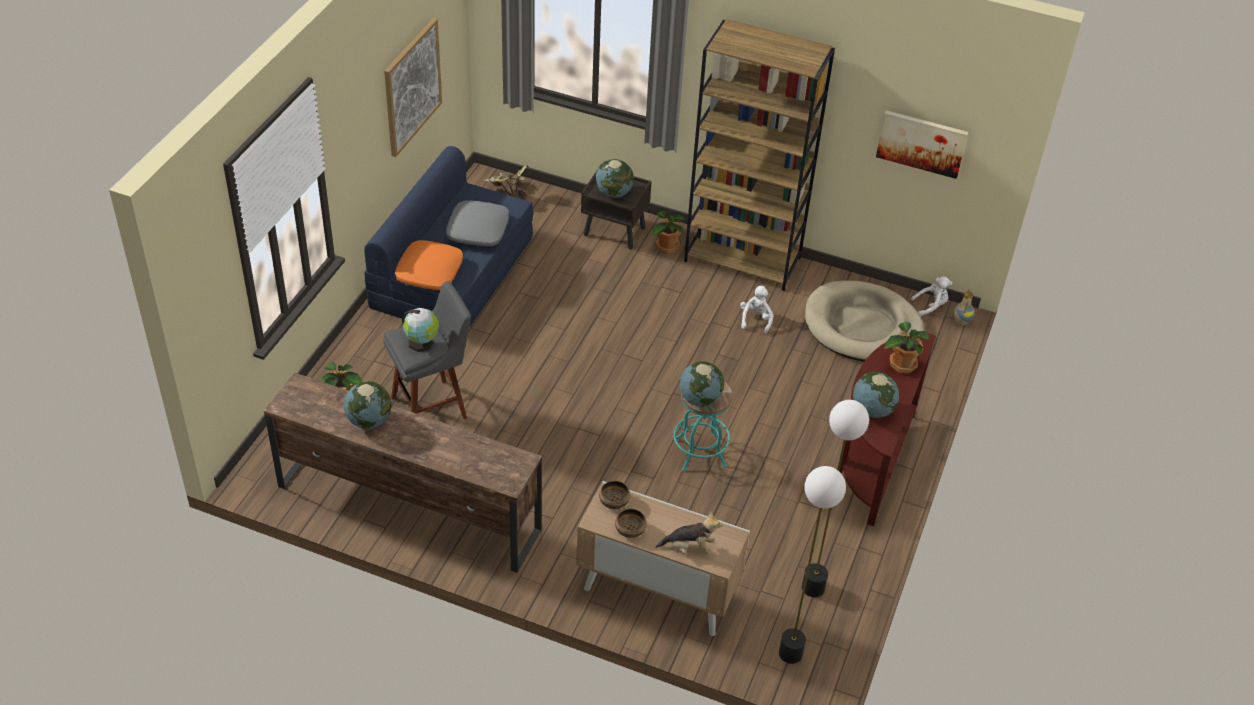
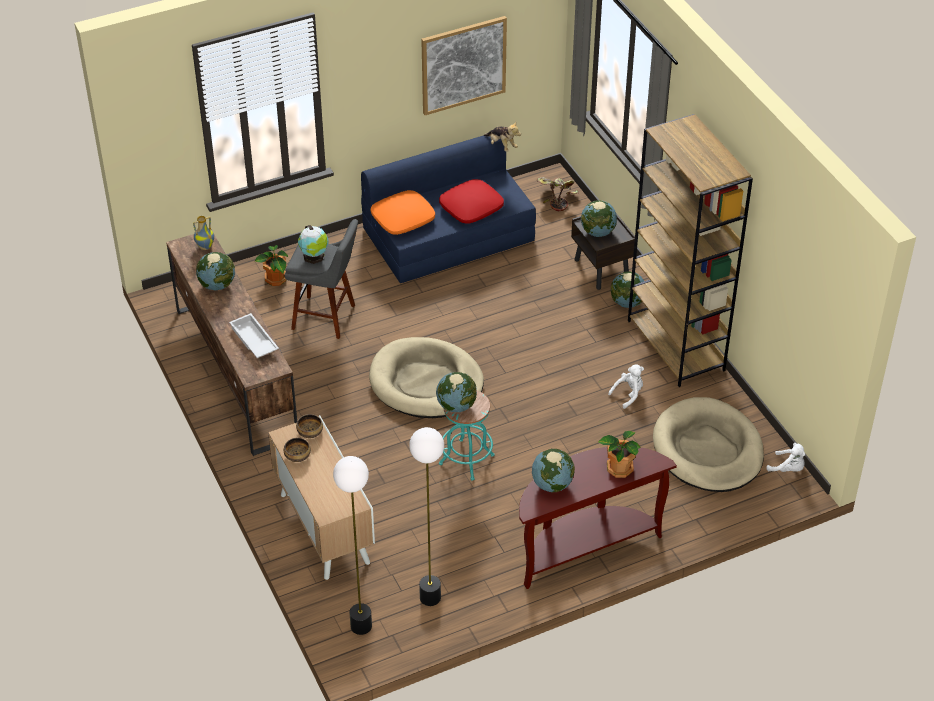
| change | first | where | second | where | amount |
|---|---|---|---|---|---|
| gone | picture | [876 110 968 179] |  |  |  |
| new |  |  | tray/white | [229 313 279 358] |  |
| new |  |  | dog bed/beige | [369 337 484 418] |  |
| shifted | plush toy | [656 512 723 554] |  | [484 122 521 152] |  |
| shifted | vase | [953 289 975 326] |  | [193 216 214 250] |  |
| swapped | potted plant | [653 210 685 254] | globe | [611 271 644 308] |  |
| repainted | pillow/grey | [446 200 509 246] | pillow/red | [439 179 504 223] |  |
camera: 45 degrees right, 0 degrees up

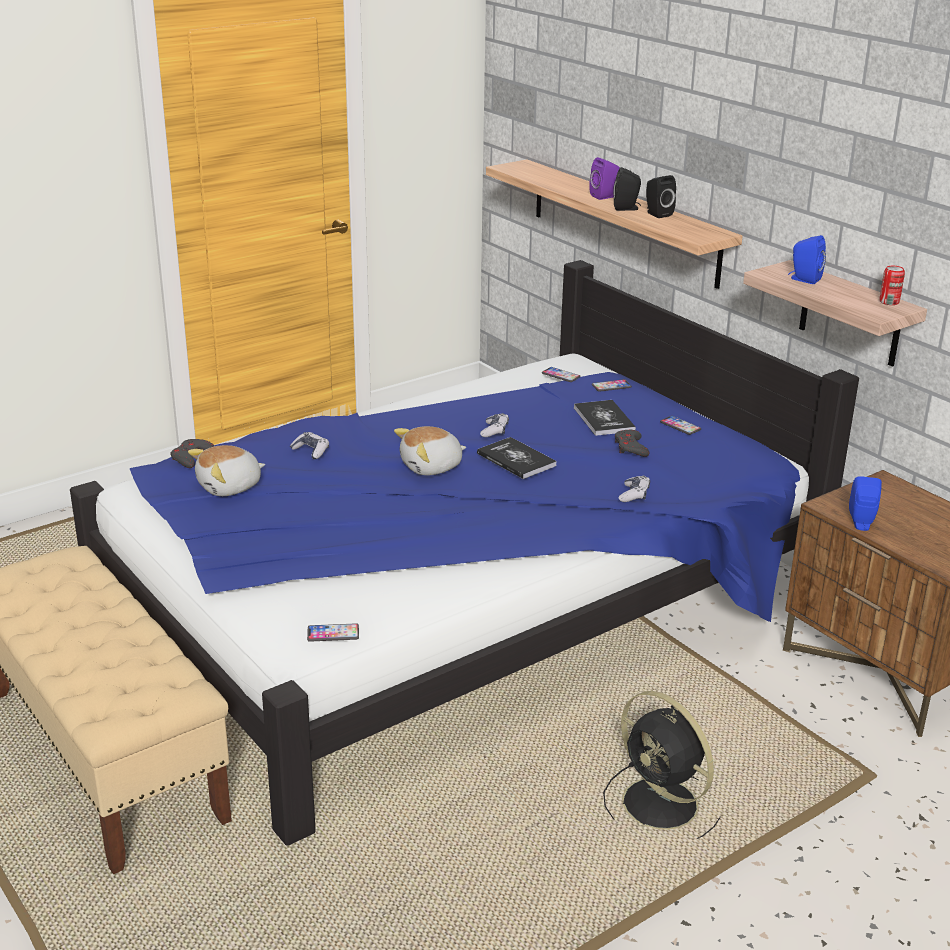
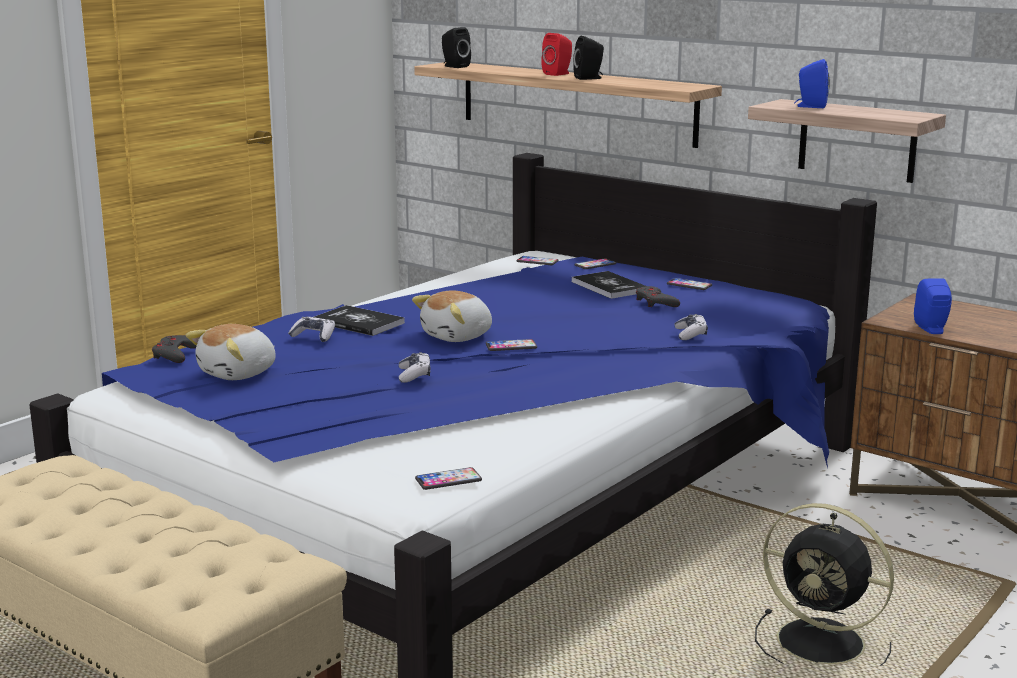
| change | first | where | second | where | amount |
|---|---|---|---|---|---|
| gone | can | [880 266 905 305] |  |  |  |
| new |  |  | phone | [486 339 537 351] |  |
| shifted | book | [477 437 557 479] |  | [314 305 405 336] |  |
| shifted | game controller | [480 413 509 437] |  | [399 352 431 383] |  |
| shifted | speaker/black | [646 175 676 218] |  | [442 27 471 68] |  |
| repainted | speaker/purple | [589 157 620 200] | speaker/red | [541 33 572 76] |  |
camera: 15 degrees left, 10 degrees down

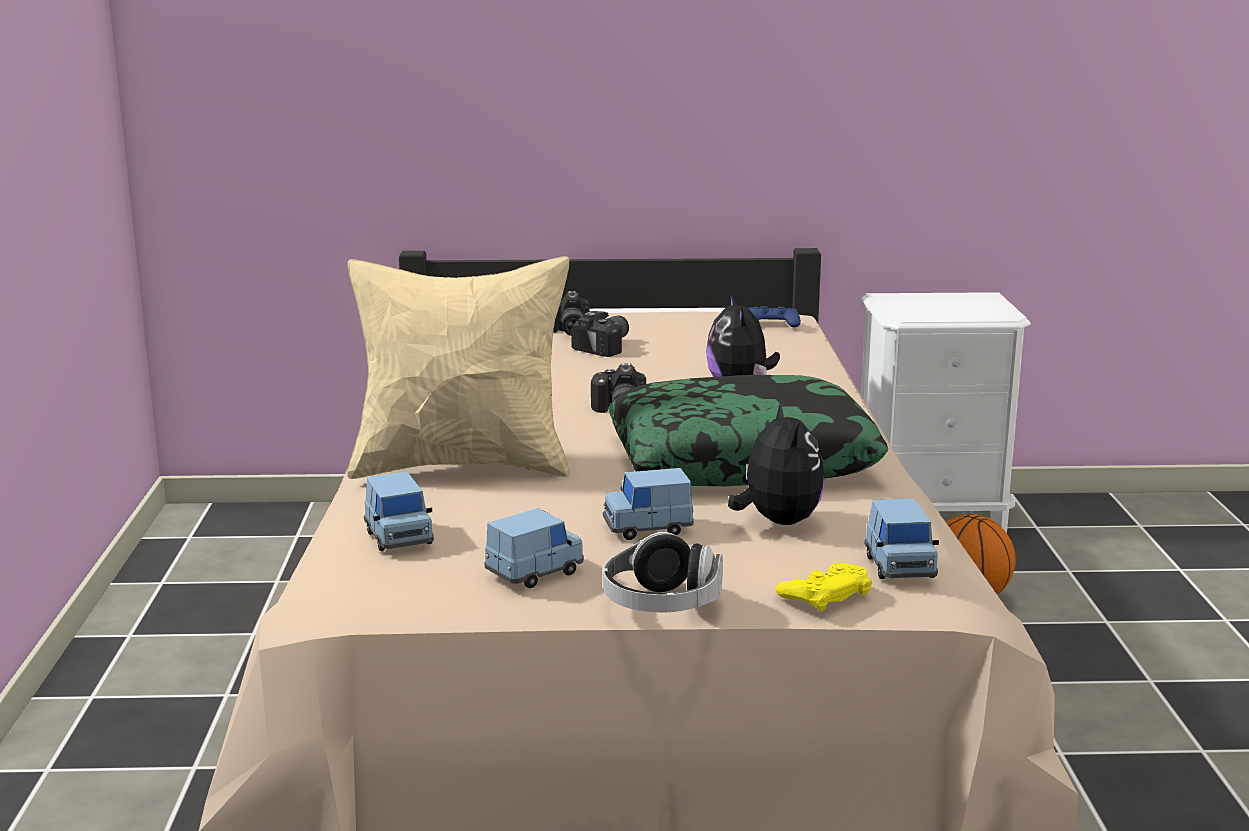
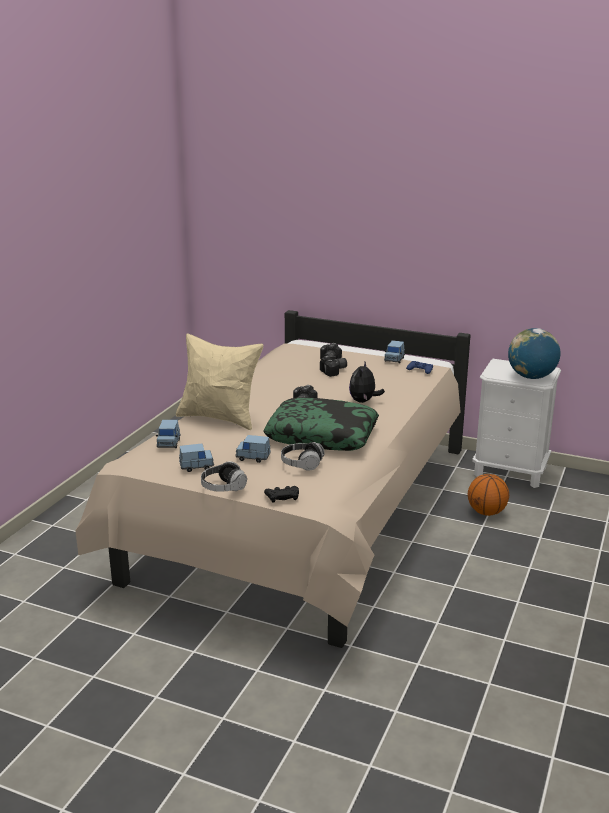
| change | first | where | second | where | amount |
|---|---|---|---|---|---|
| new |  |  | globe | [508 328 560 379] |  |
| shifted | toy car/blue | [864 499 939 579] |  | [384 340 405 363] |  |
| swapped | plush toy | [728 401 825 525] | headphones | [281 442 325 471] |  |
| repainted | game controller/yellow | [776 563 872 612] | game controller/black | [264 486 299 503] |  |
camera: 25 degrees right, 5 degrees up

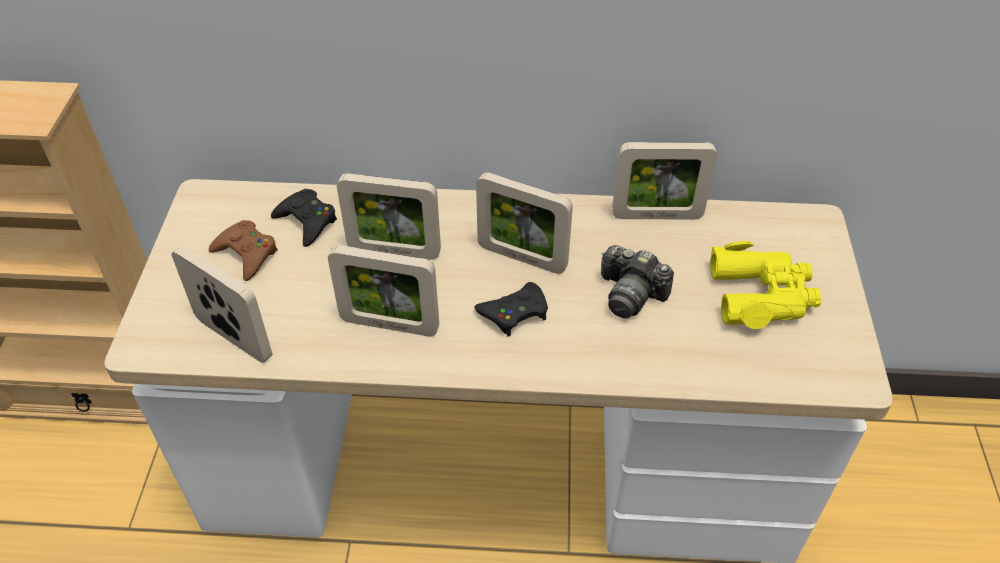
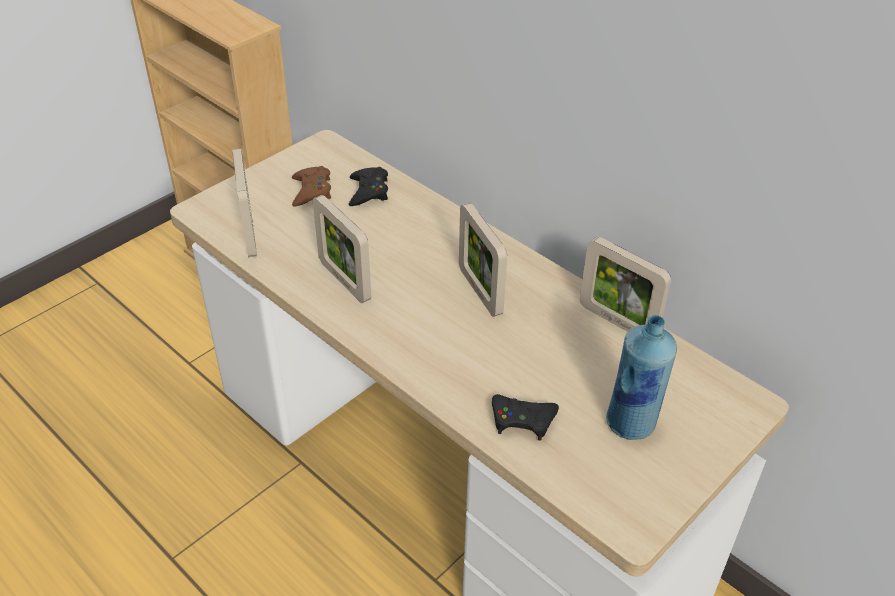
| change | first | where | second | where | amount |
|---|---|---|---|---|---|
| gone | picture frame | [337 173 441 260] |  |  |  |
| gone | photo camera | [601 245 674 318] |  |  |  |
| shifted | game controller/black | [474 282 548 336] |  | [492 394 559 441] |  |
| swapped | binoculars/yellow | [710 241 821 329] | bottle/blue | [606 315 677 440] |  |
camera: 40 degrees right, 5 degrees down

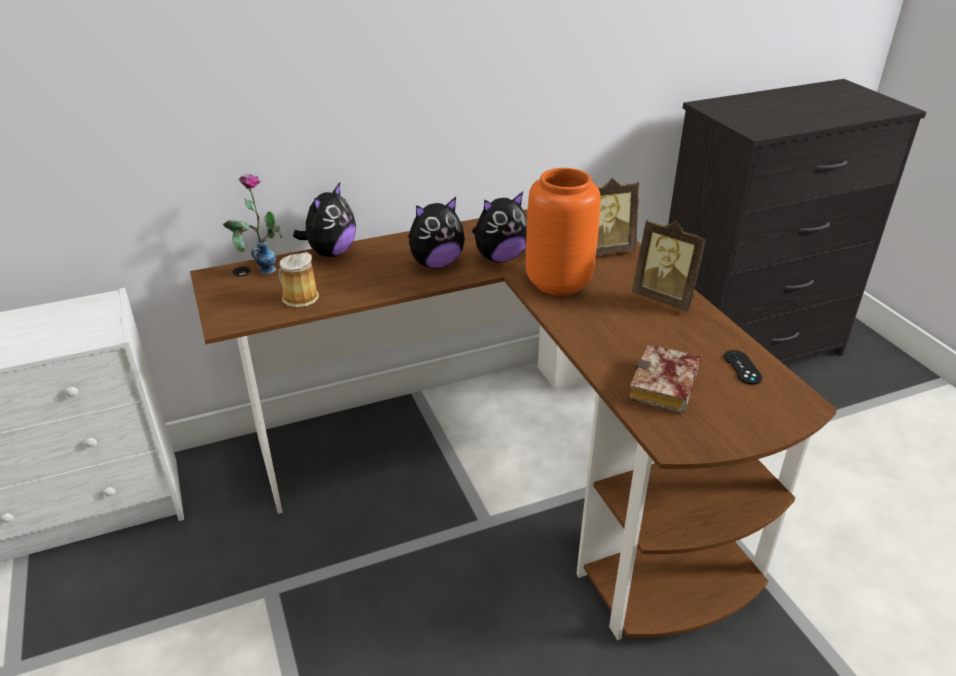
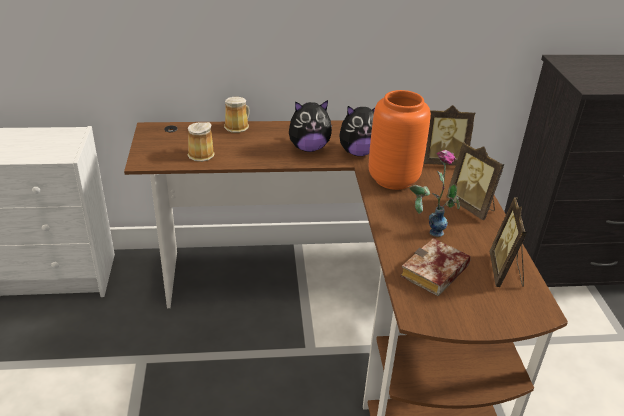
| change | first | where | second | where | amount |
|---|---|---|---|---|---|
| shifted | vase | [223 174 283 274] |  | [410 150 460 237] |  |
| swapped | plush toy | [293 182 356 257] | mug | [224 97 250 133] |  |
| swapped | game controller/black | [724 350 763 385] | picture frame | [489 197 527 287] |  |
camera: 15 degrees right, 0 degrees up

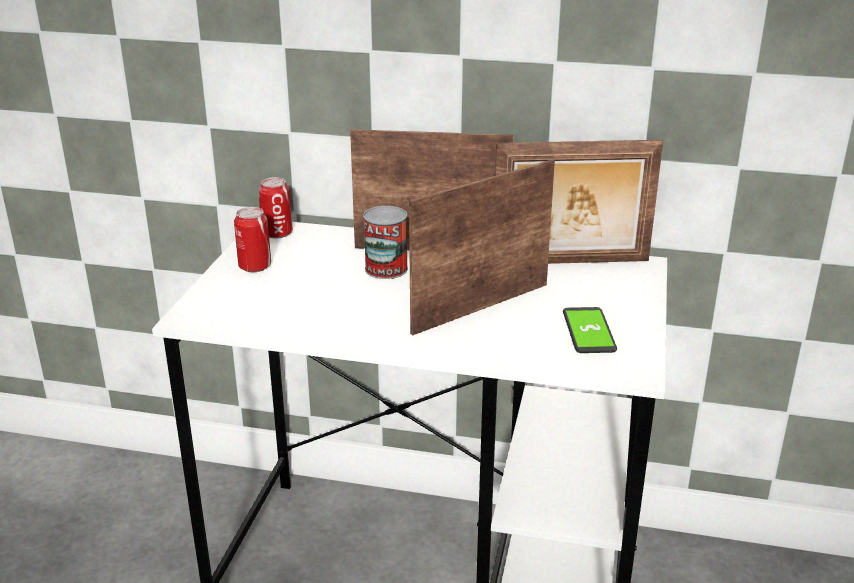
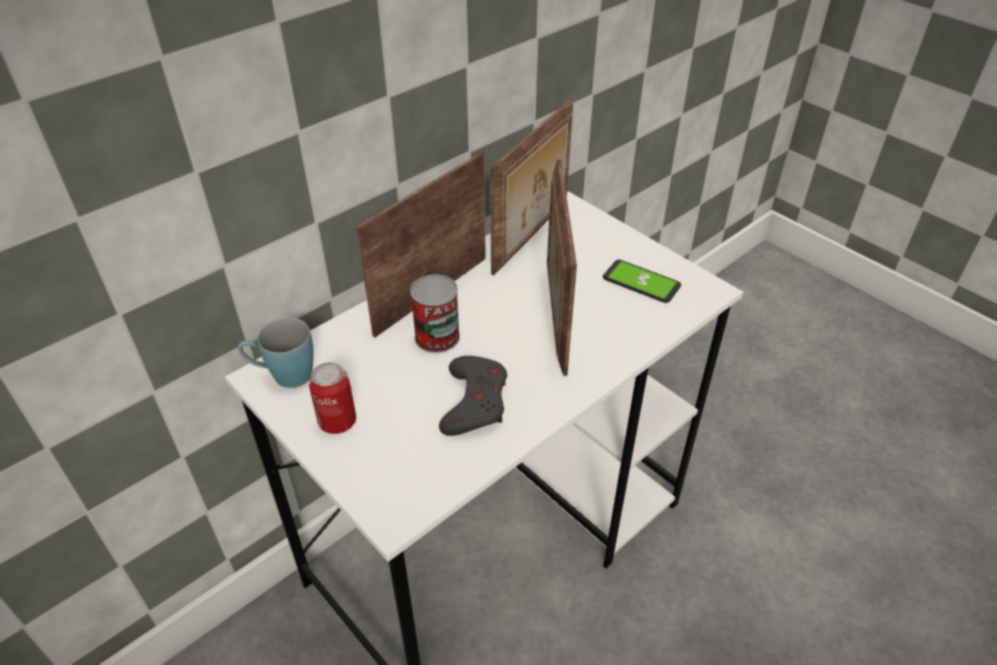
| change | first | where | second | where | amount |
|---|---|---|---|---|---|
| new |  |  | game controller/grey | [439 356 507 436] |  |
| swapped | can | [259 177 293 239] | mug/blue | [238 318 314 388] |  |
camera: 55 degrees left, 15 degrees up

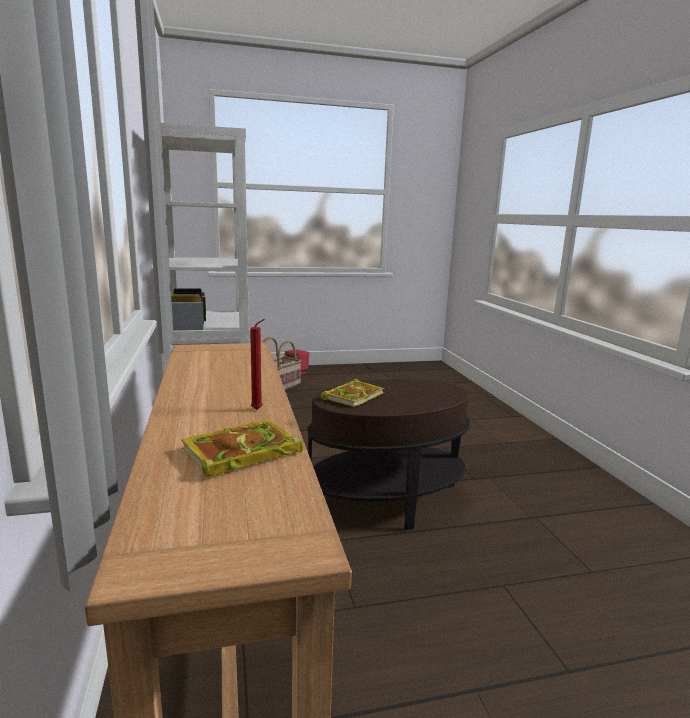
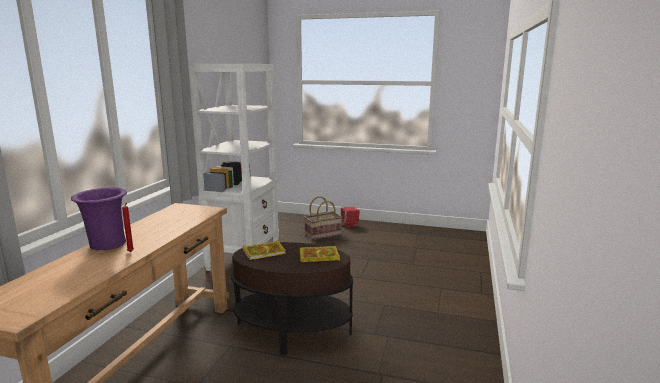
| change | first | where | second | where | amount |
|---|---|---|---|---|---|
| new |  |  | vase/purple | [71 187 127 250] |  |
| shifted | book | [181 419 303 477] |  | [300 246 340 262] |  |
camera: 30 degrees right, 0 degrees up

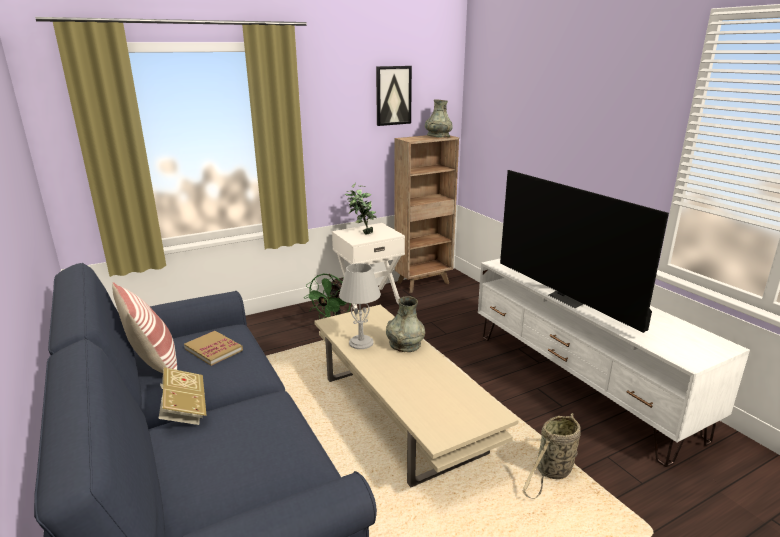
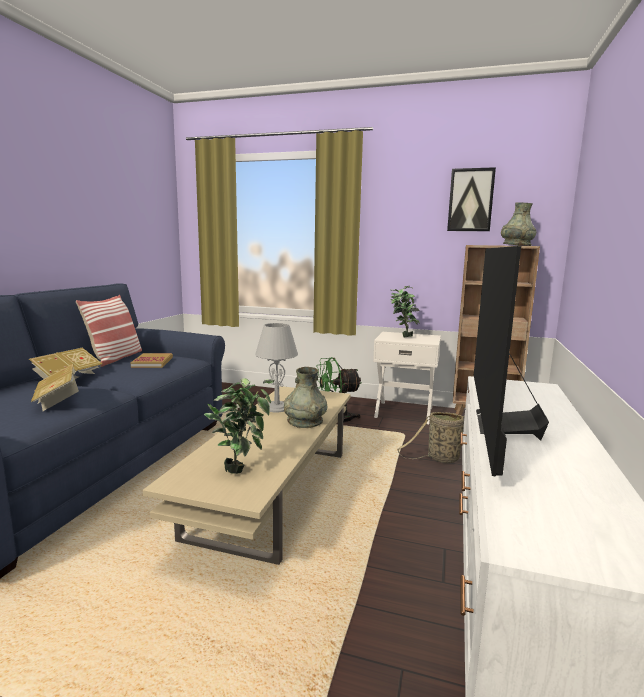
| change | first | where | second | where | amount |
|---|---|---|---|---|---|
| new |  |  | book | [31 364 80 411] |  |
| new |  |  | potted plant | [204 378 275 474] |  |
| shifted | basket | [522 413 581 499] |  | [397 412 464 463] |  |
camera: 45 degrees right, 10 degrees down

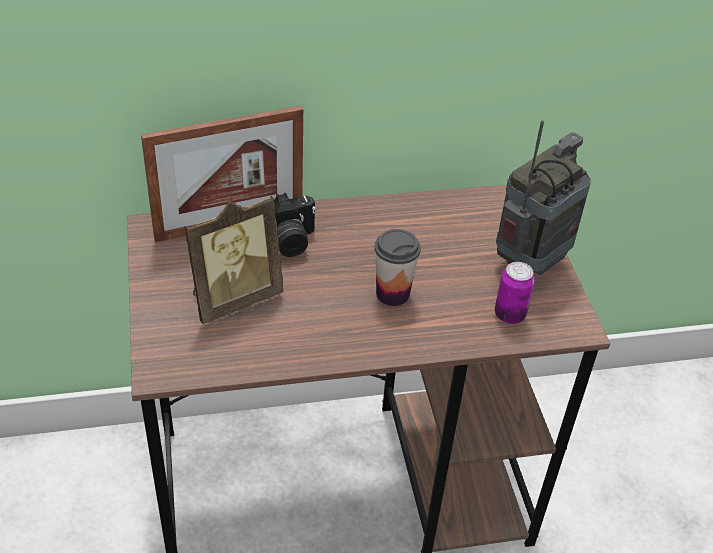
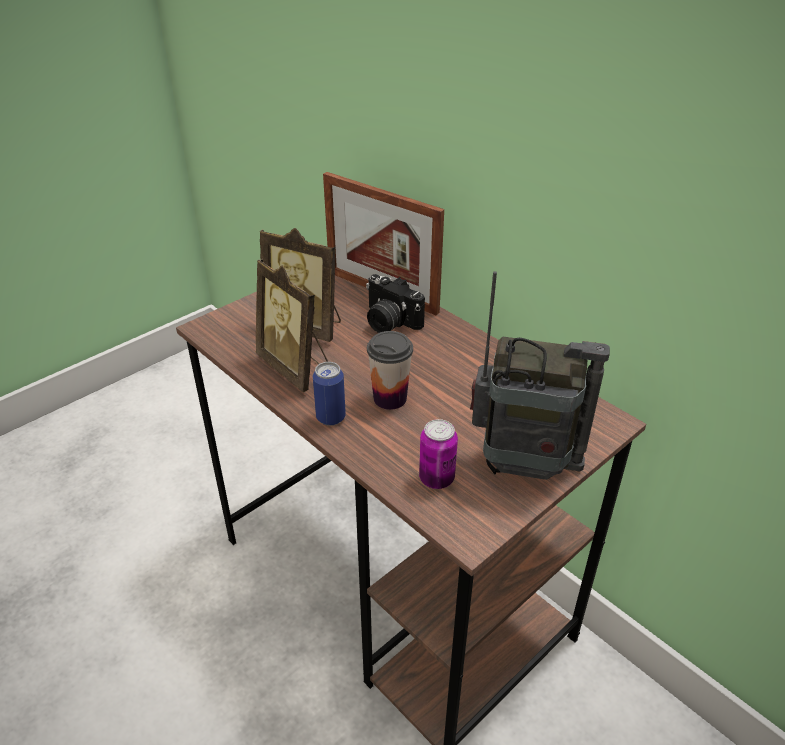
| change | first | where | second | where | amount |
|---|---|---|---|---|---|
| new |  |  | picture frame | [256 259 328 392] |  |
| new |  |  | can | [313 362 346 426] |  |
camera: 60 degrees right, 5 degrees down

